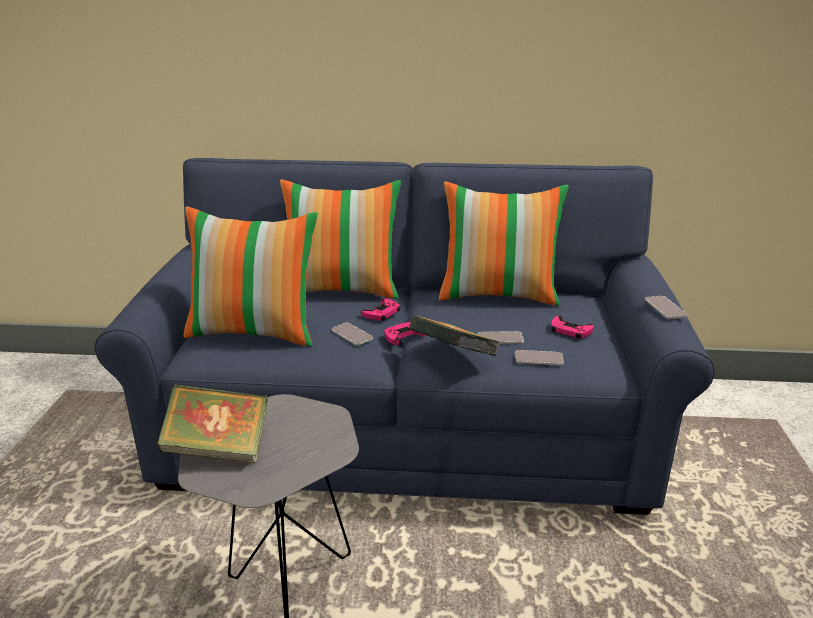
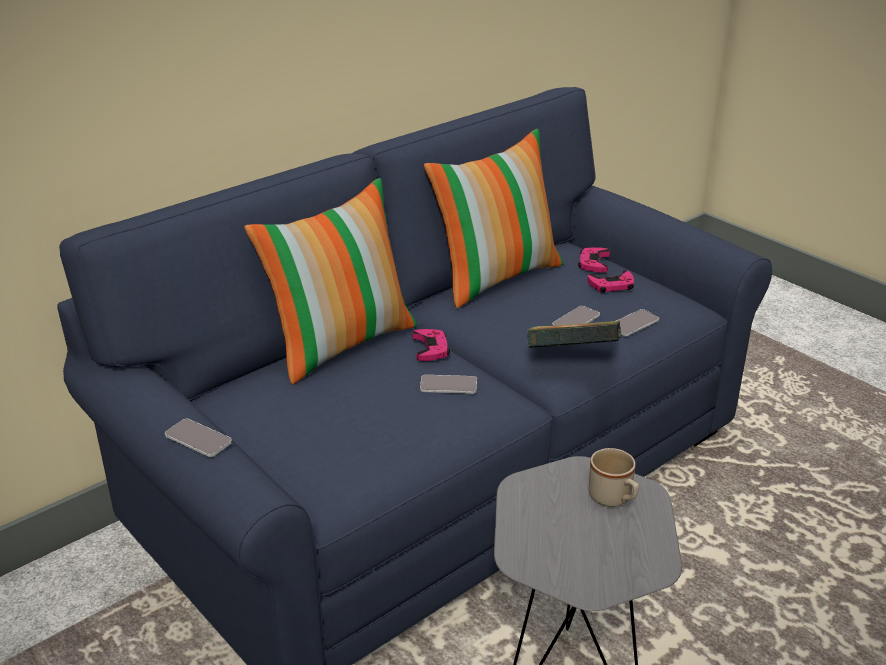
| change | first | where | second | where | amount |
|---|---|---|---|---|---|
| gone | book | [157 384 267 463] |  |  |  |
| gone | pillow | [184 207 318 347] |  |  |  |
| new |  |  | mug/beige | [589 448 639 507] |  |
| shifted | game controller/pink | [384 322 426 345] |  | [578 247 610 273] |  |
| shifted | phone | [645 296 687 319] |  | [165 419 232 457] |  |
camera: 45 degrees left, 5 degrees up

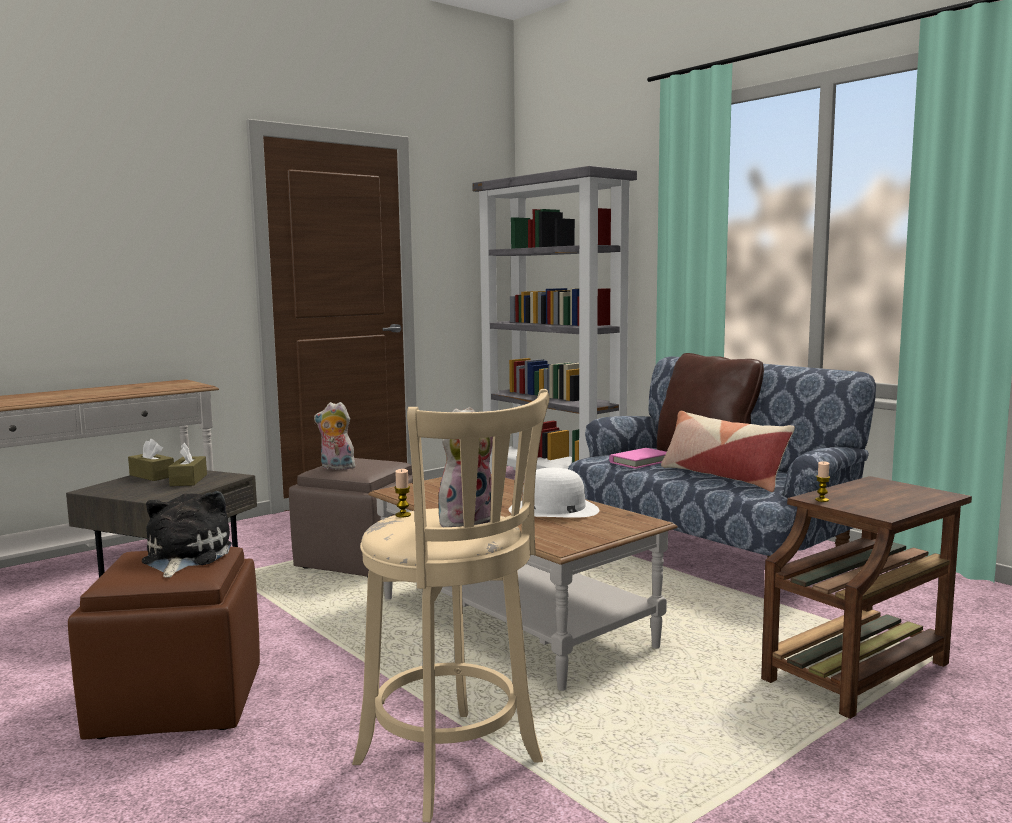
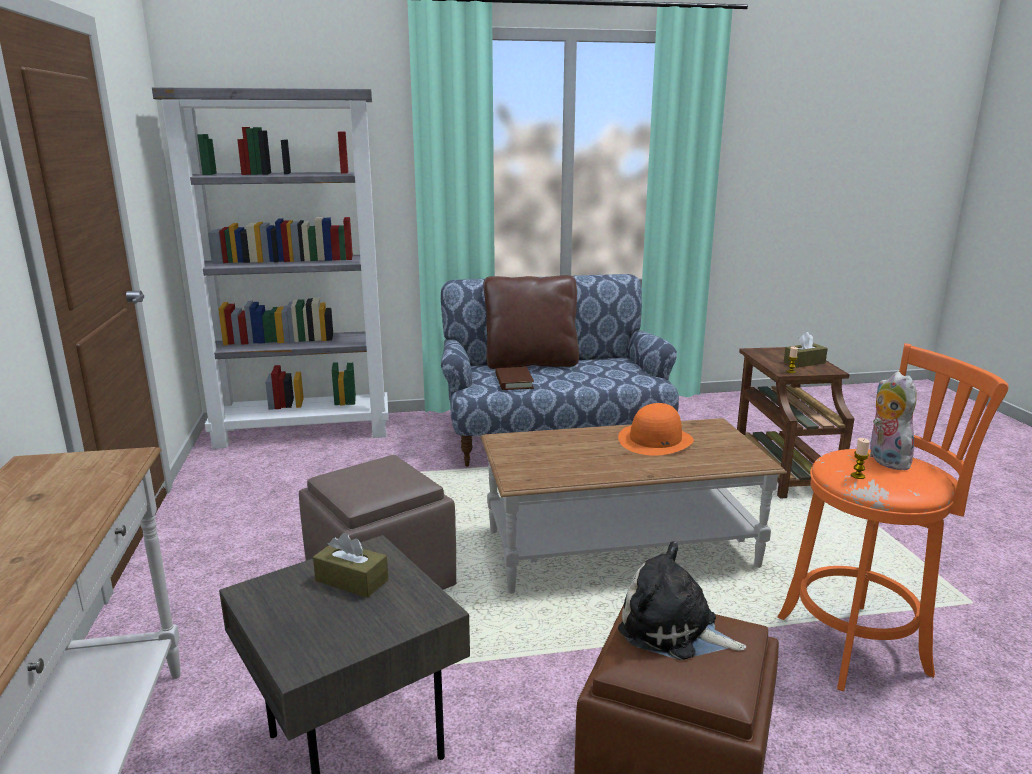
| change | first | where | second | where | amount |
|---|---|---|---|---|---|
| gone | plush toy | [314 402 355 470] |  |  |  |
| gone | pillow | [661 411 795 492] |  |  |  |
| shifted | tissue box/brown | [128 439 174 481] |  | [784 332 828 368] |  |
| repainted | stool/beige | [352 389 549 823] | stool/orange | [777 343 1008 691] |  |
| repainted | hat/white | [509 468 599 518] | hat/orange | [618 403 694 456] |  |
| repainted | book/pink | [609 448 666 469] | book/brown | [495 367 534 390] |  |
camera: 60 degrees left, 10 degrees up

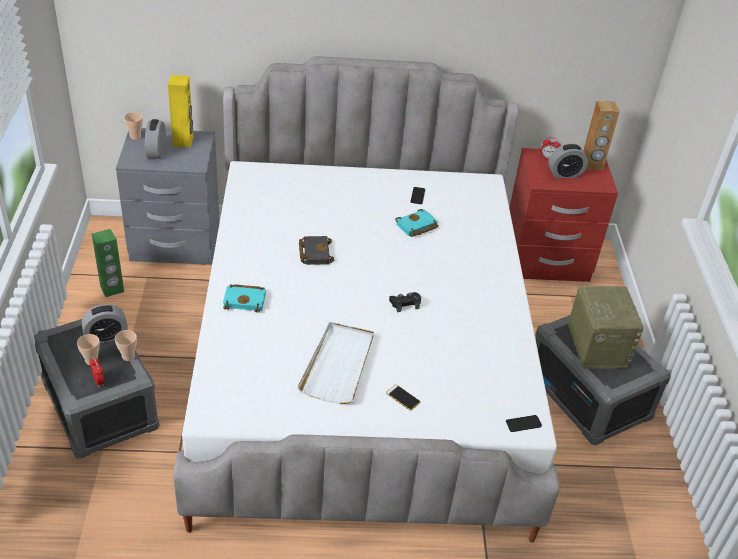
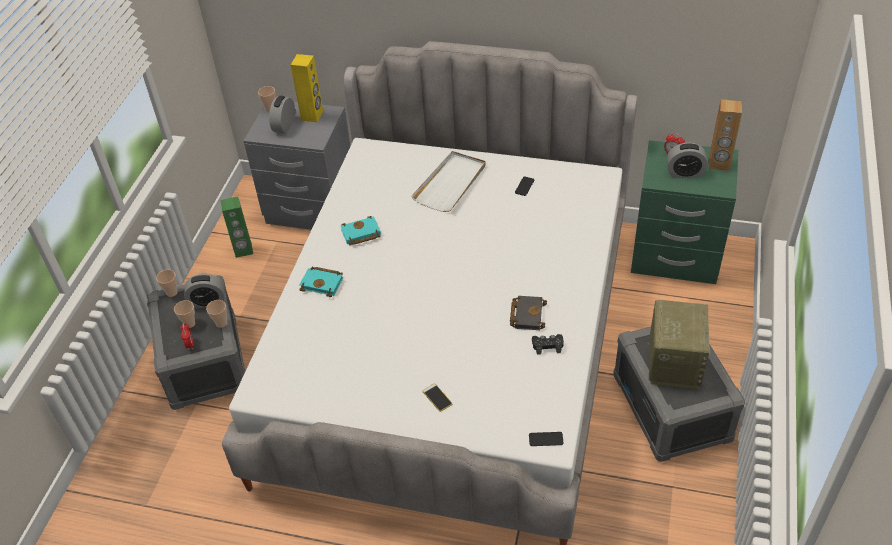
| change | first | where | second | where | amount |
|---|---|---|---|---|---|
| new |  |  | cup | [156 270 177 297] |  |
| shifted | tray/white | [297 322 374 404] |  | [411 151 486 212] |  |
| shifted | book/black | [299 236 334 265] |  | [510 296 547 330] |  |
| shifted | game controller/black | [389 292 421 312] |  | [532 334 564 355] |  |
| shifted | book/turquoise | [395 209 439 237] |  | [341 216 381 245] |  |
| repainted | nightstand/red | [509 148 618 282] | nightstand/green | [631 140 738 284] |  |
camera: 20 degrees right, 5 degrees up

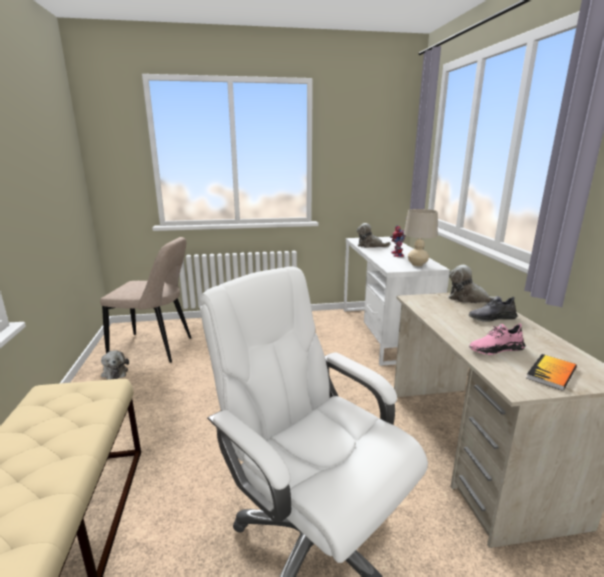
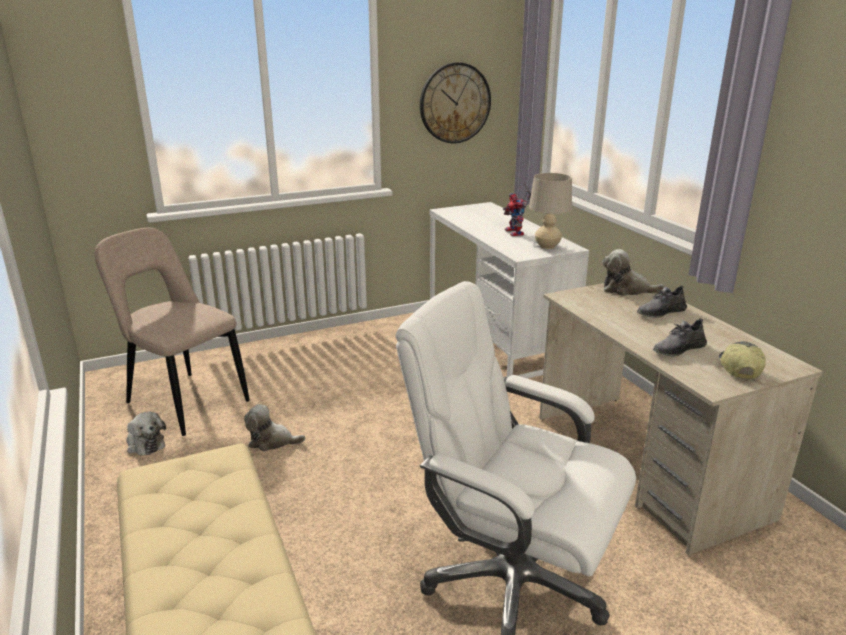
| change | first | where | second | where | amount |
|---|---|---|---|---|---|
| new |  |  | wall clock | [420 62 491 143] |  |
| shifted | plush toy | [357 223 390 248] |  | [244 404 305 451] |  |
| swapped | book | [526 354 577 391] | cap | [719 341 766 379] |  |
| repainted | shoe/pink | [469 323 525 355] | shoe/grey | [653 318 707 356] |  |
| rotated | chair/beige | [100 237 191 363] |  | [94 228 250 436] | 135 degrees counterclockwise |
camera: 15 degrees left, 5 degrees up

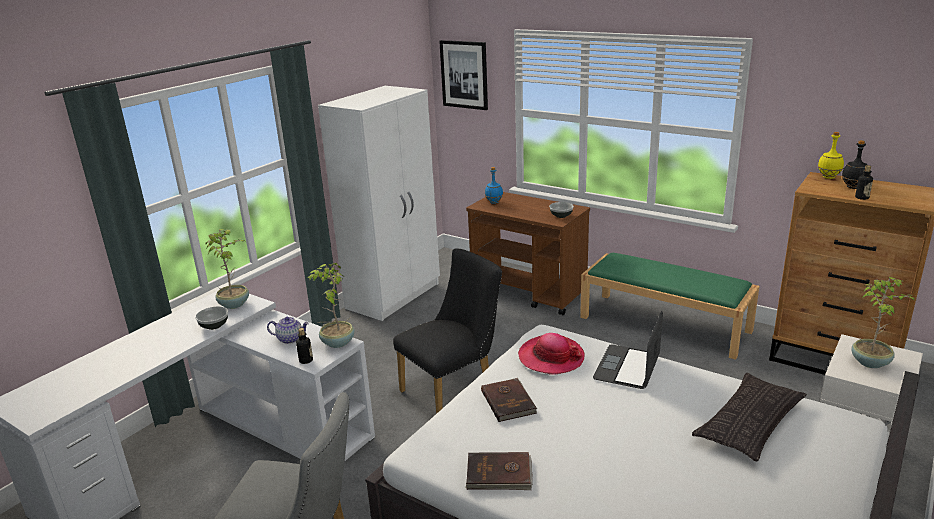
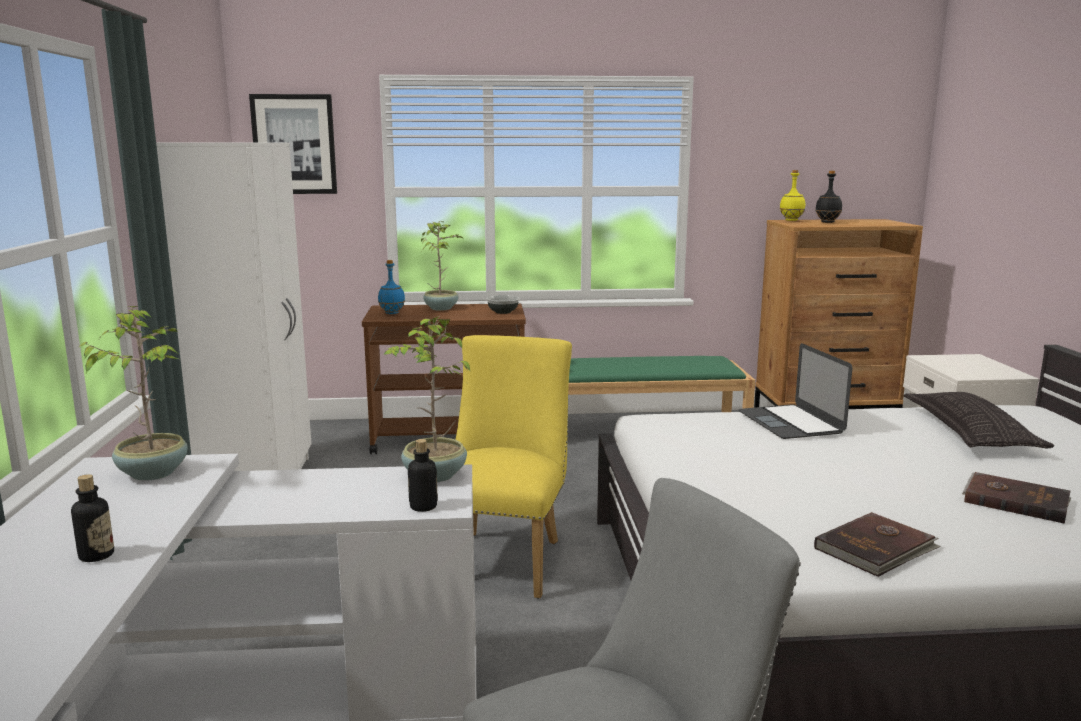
| change | first | where | second | where | amount |
|---|---|---|---|---|---|
| gone | bowl | [195 306 228 330] |  |  |  |
| gone | teapot | [267 317 309 344] |  |  |  |
| gone | hat | [518 333 585 375] |  |  |  |
| shifted | book/brown | [481 378 537 422] |  | [962 472 1071 524] |  |
| shifted | potted plant | [851 277 916 368] |  | [421 221 463 311] |  |
| shifted | bottle | [855 165 873 200] |  | [71 474 114 562] |  |
| repainted | chair/black | [393 248 502 414] | chair/yellow | [455 335 572 599] |  |
camera: 40 degrees left, 10 degrees down

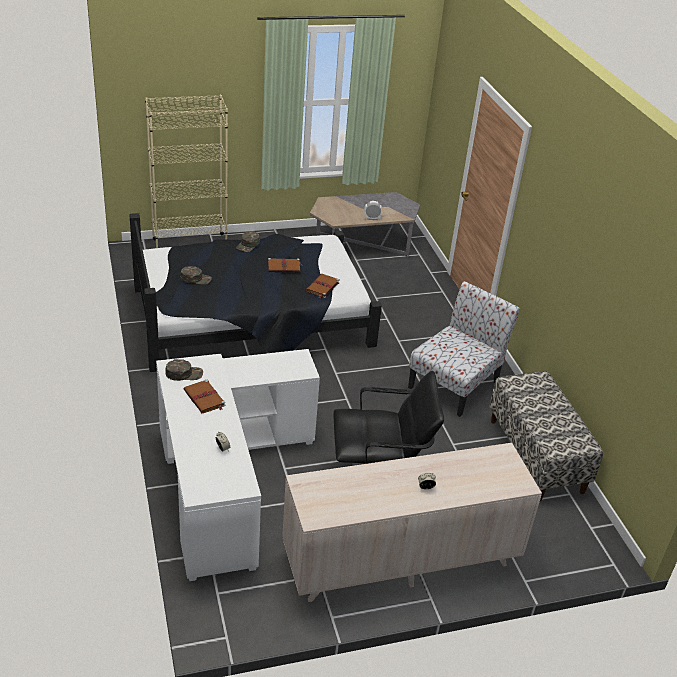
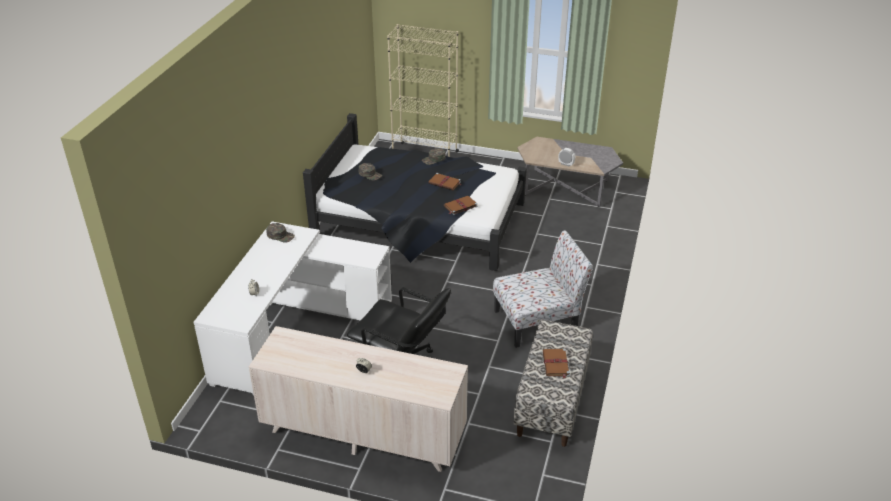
| change | first | where | second | where | amount |
|---|---|---|---|---|---|
| shifted | book/brown | [184 379 225 413] |  | [543 349 570 379] |  |
camera: 35 degrees right, 0 degrees up

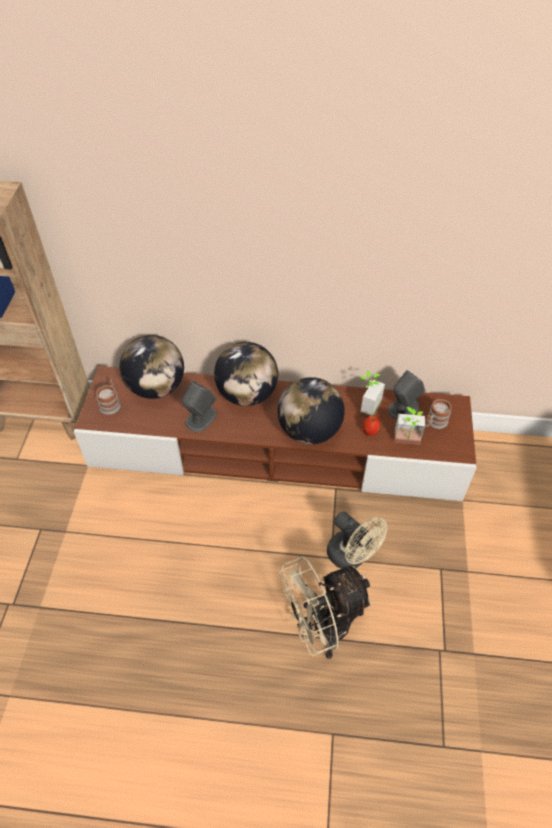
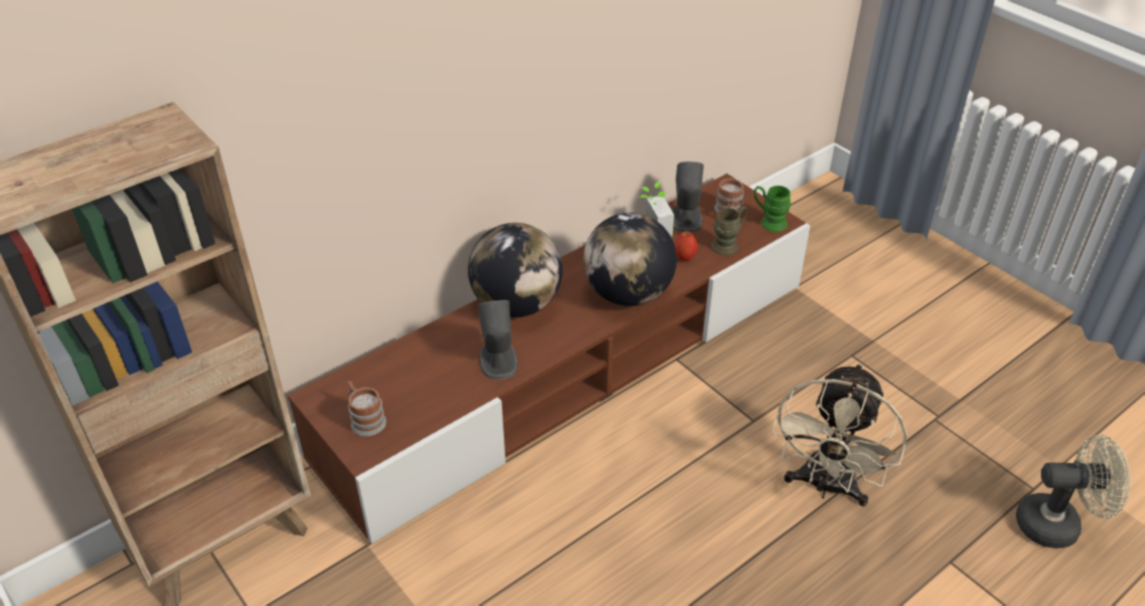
| change | first | where | second | where | amount |
|---|---|---|---|---|---|
| gone | globe | [120 335 184 399] |  |  |  |
| new |  |  | mug/green | [754 186 791 232] |  |
| shifted | fan/beige | [327 512 387 569] |  | [1016 435 1131 548] |  |
| swapped | potted plant | [394 407 425 445] | mug/brown | [711 206 747 256] |  |
camera: 45 degrees left, 10 degrees down

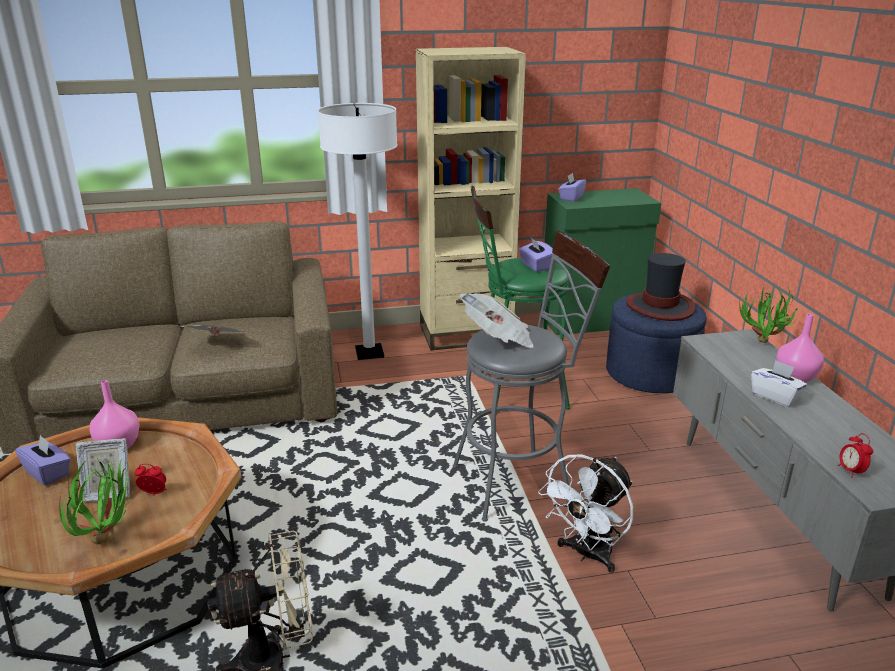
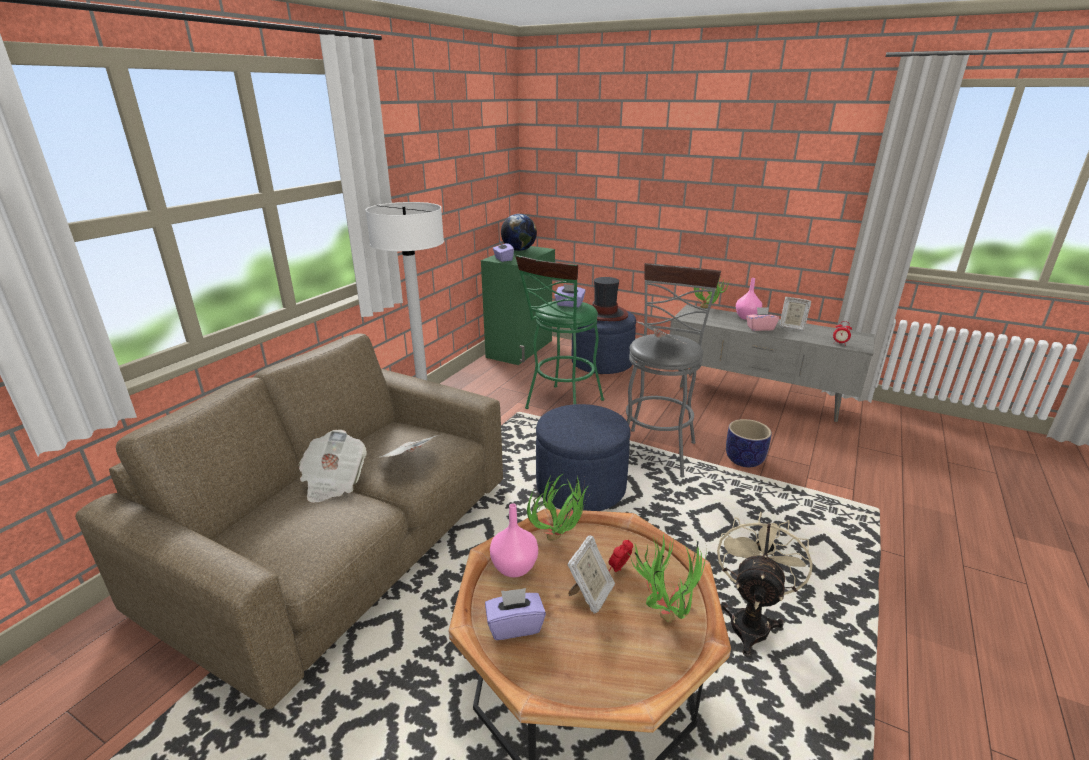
| change | first | where | second | where | amount |
|---|---|---|---|---|---|
| gone | bookcase/beige | [416 47 526 350] |  |  |  |
| new |  |  | newspaper | [299 430 367 503] |  |
| new |  |  | globe | [501 214 537 251] |  |
| new |  |  | potted plant | [527 472 588 541] |  |
| new |  |  | ottoman/blue | [536 404 631 511] |  |
| new |  |  | picture frame | [780 297 811 331] |  |
| swapped | fan/white | [538 454 633 573] | planter | [726 419 772 467] |  |
| repainted | tissue box/white | [751 360 808 407] | tissue box/pink | [746 307 779 331] |  |
camera: 50 degrees left, 0 degrees up

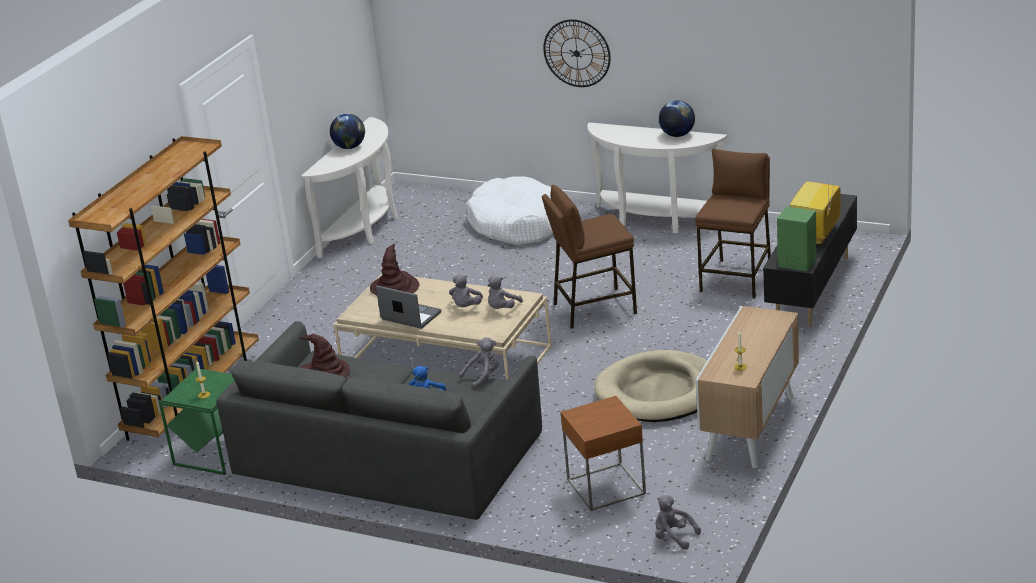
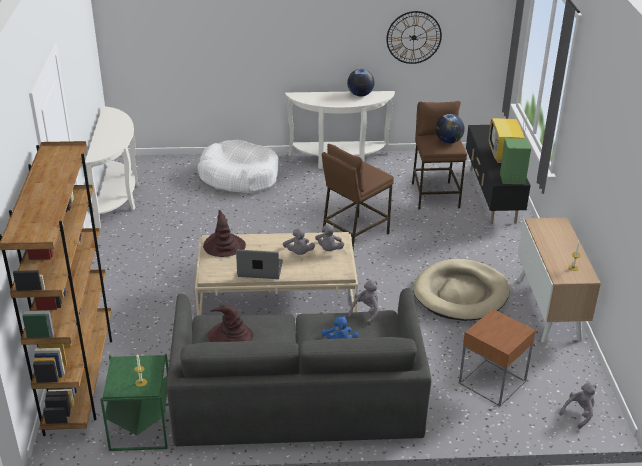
| change | first | where | second | where | amount |
|---|---|---|---|---|---|
| shifted | globe | [330 114 365 149] |  | [435 114 465 144] |  |
| shifted | wall clock | [543 19 611 87] |  | [386 11 442 64] |  |
| rotated | plush toy/grey | [655 495 701 550] |  | [559 382 597 429] | 135 degrees clockwise |
camera: 30 degrees left, 5 degrees up

